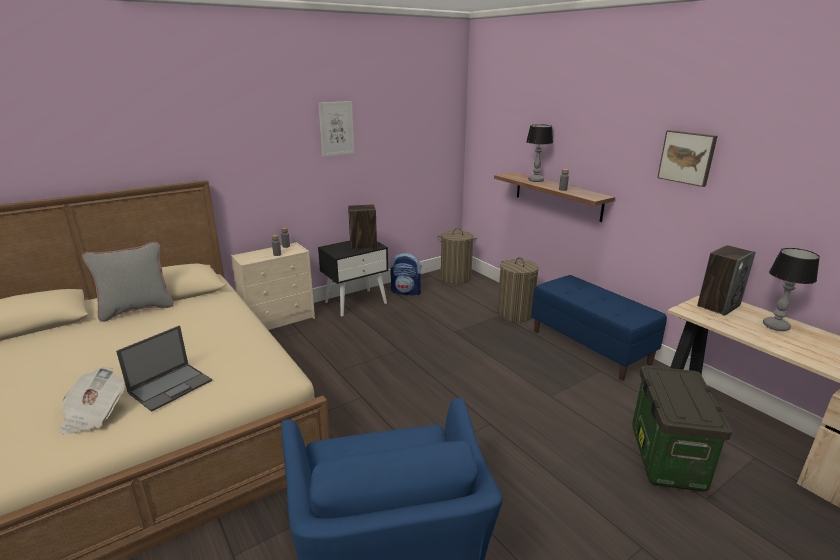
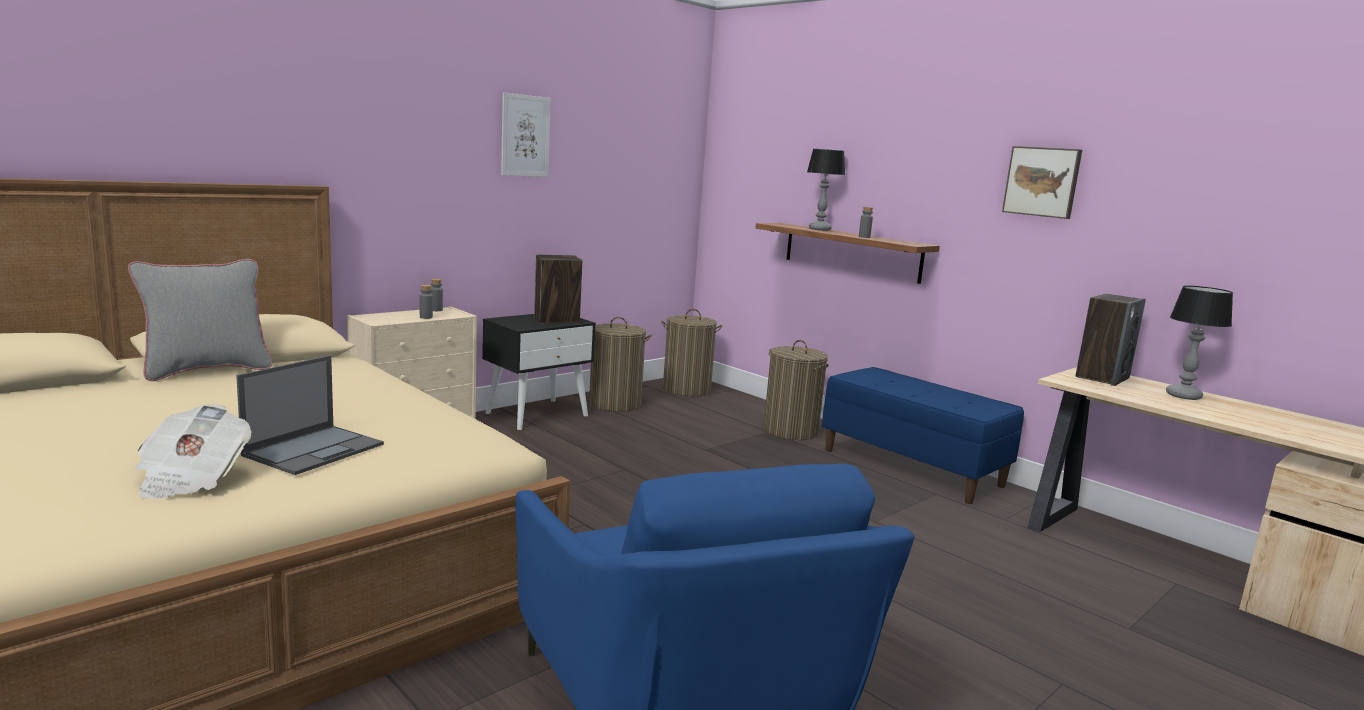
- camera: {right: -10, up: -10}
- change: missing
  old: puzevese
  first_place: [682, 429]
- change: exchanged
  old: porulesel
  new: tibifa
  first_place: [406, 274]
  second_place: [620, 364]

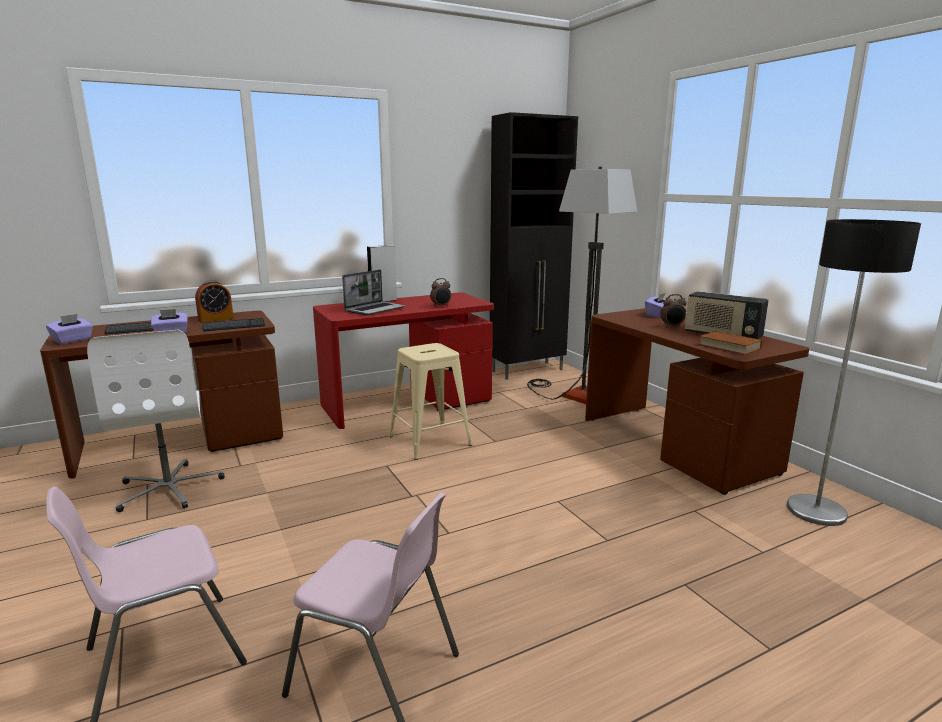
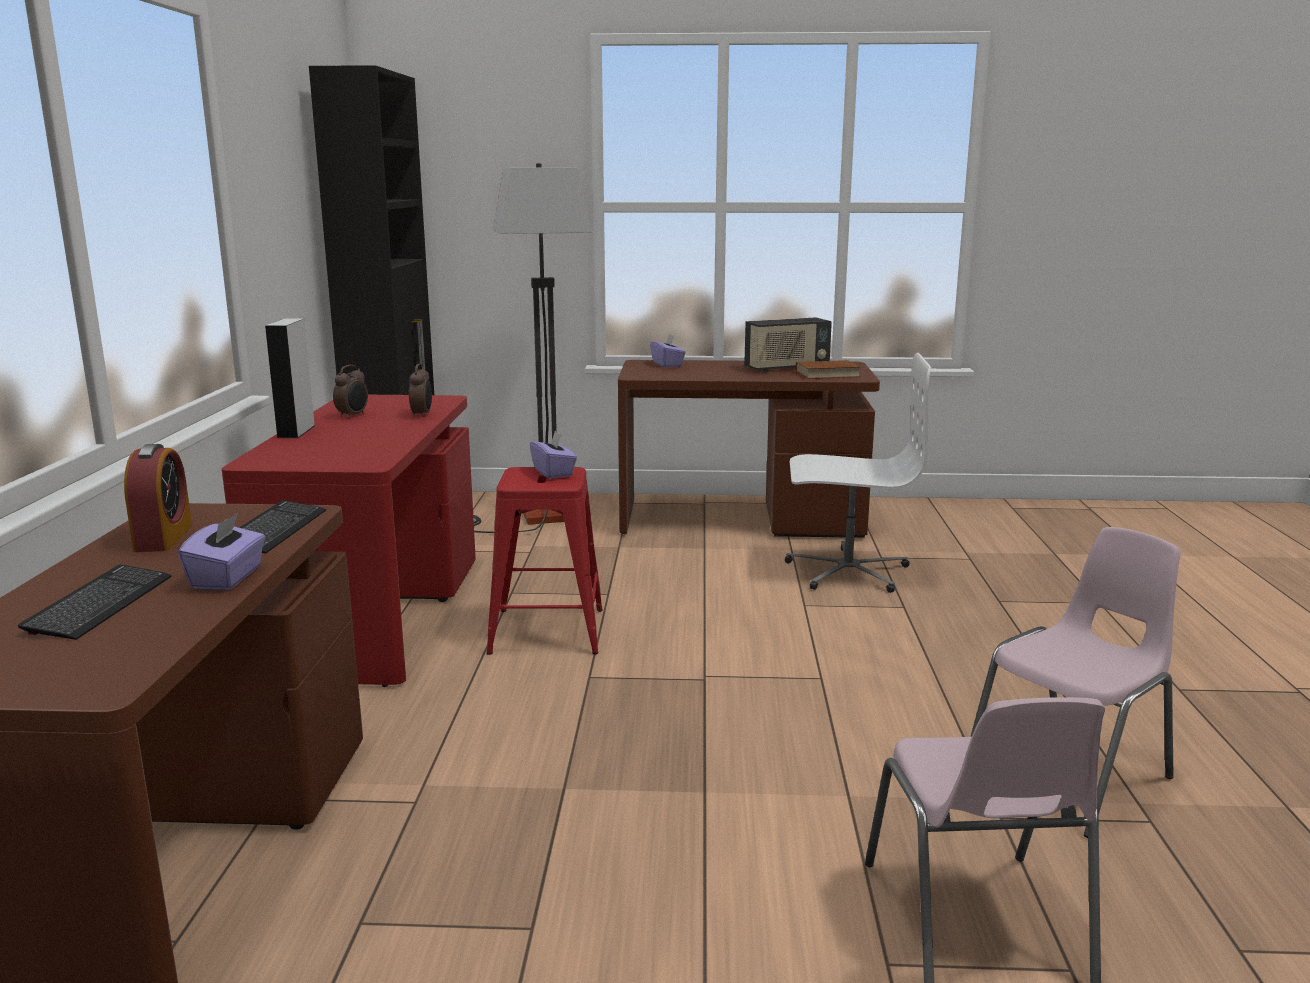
- camera: {right: -60, up: 0}
- change: missing
  old: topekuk
  first_place: [373, 292]
- change: missing
  old: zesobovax
  first_place: [854, 372]
- change: relocated
  old: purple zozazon
  first_place: [69, 329]
  second_place: [553, 455]
- change: relocated
  old: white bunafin
  first_place: [156, 421]
  second_place: [858, 473]
- change: relocated
  old: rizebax
  first_place: [673, 310]
  second_place: [350, 392]
- change: colour
  old: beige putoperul
  new: red putoperul
  first_place: [430, 401]
  second_place: [544, 561]

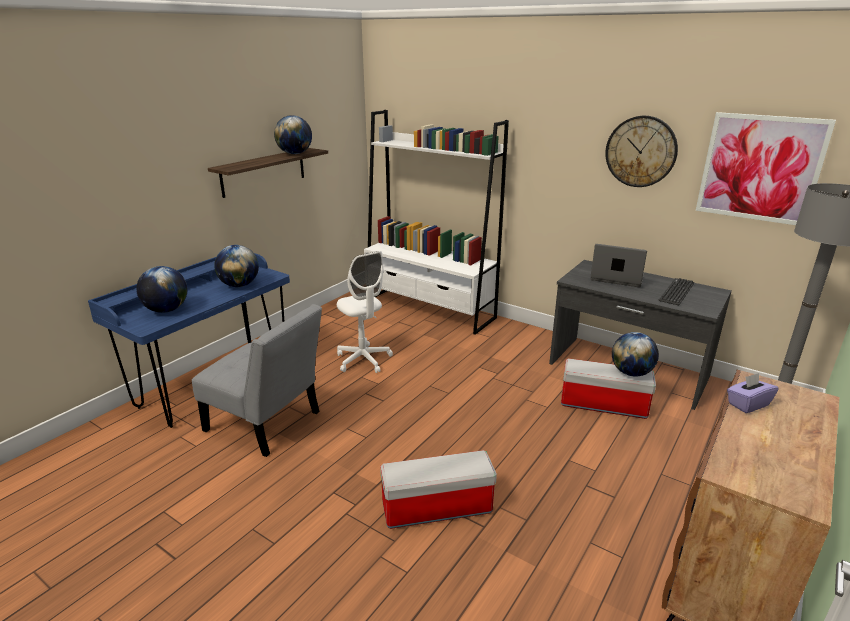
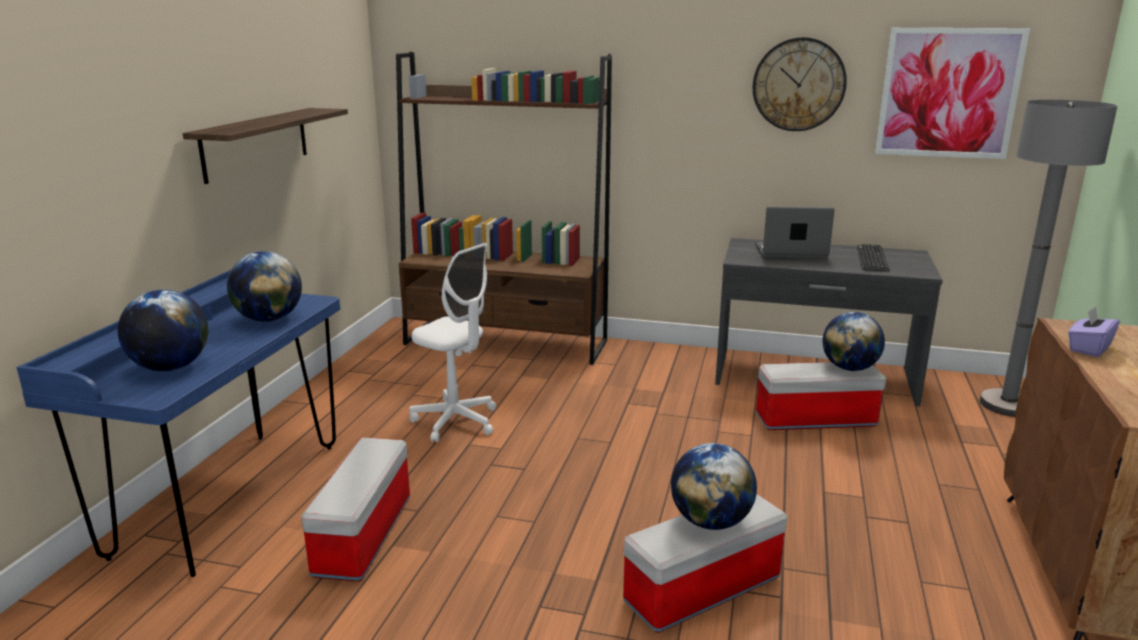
- camera: {right: -20, up: -5}
- change: relocated
  old: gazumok
  first_place: [293, 134]
  second_place: [714, 486]
- change: exchanged
  old: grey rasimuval
  new: puzevese
  first_place: [257, 380]
  second_place: [355, 509]
- change: colour
  old: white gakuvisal
  new: brown gakuvisal
  first_place: [436, 222]
  second_place: [504, 208]

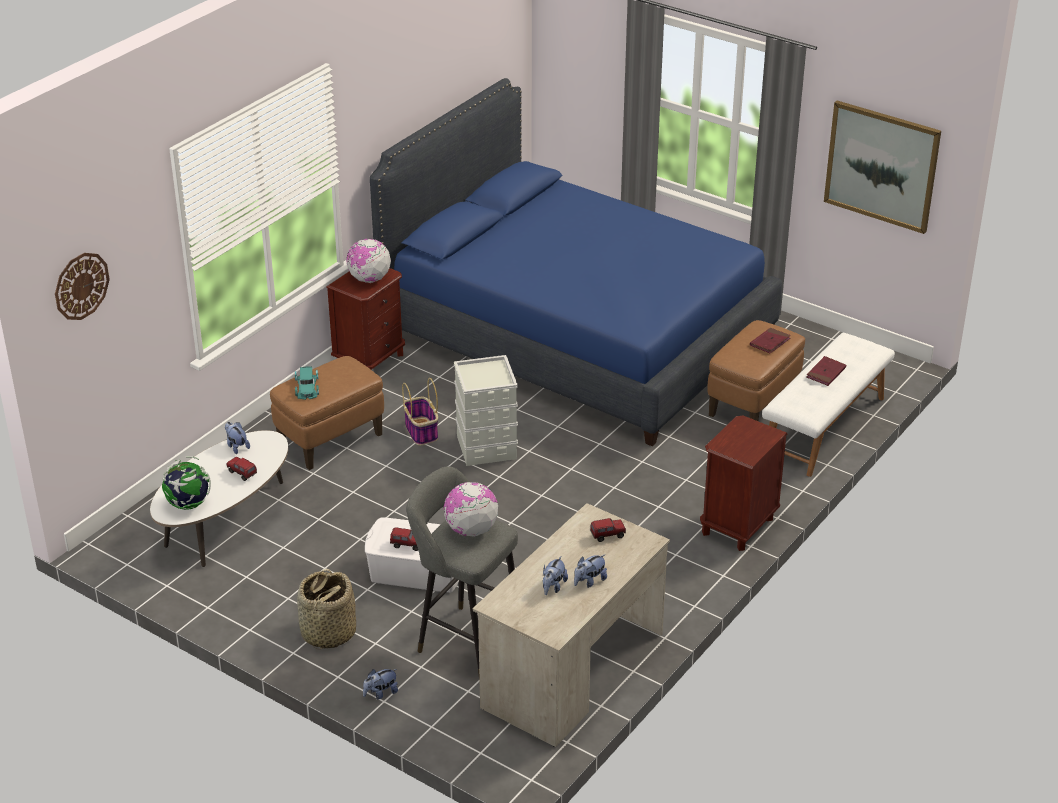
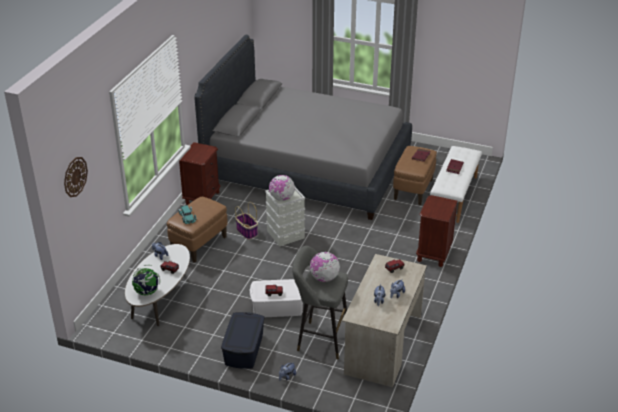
- camera: {right: -15, up: 0}
- change: missing
  old: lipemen
  first_place: [882, 167]
- change: relocated
  old: gazumok
  first_place: [369, 261]
  second_place: [282, 188]
- change: exchanged
  old: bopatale
  new: blue puzevese
  first_place: [326, 609]
  second_place: [243, 340]
- change: colour
  old: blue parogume
  new: grey parogume
  first_place: [576, 262]
  second_place: [303, 127]

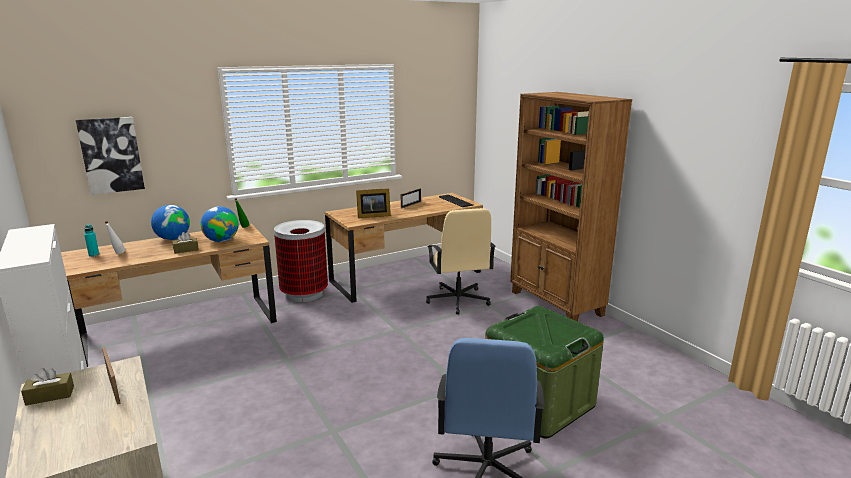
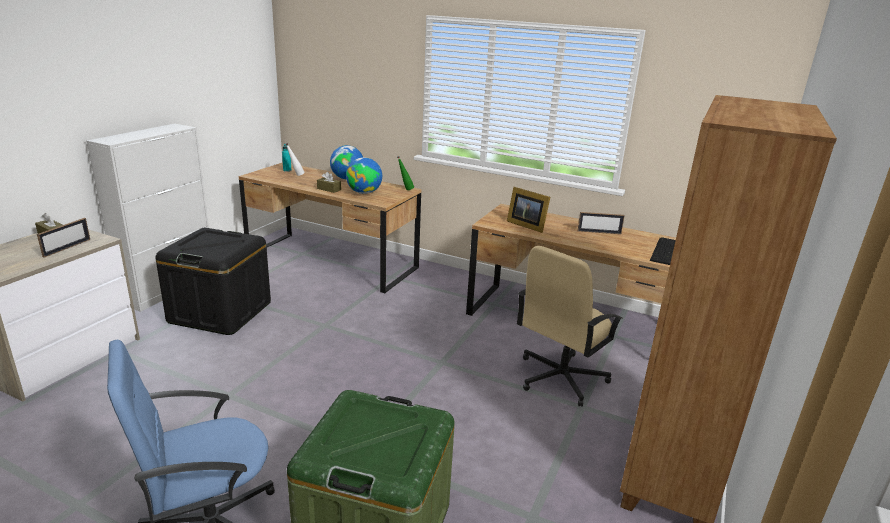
- camera: {right: 55, up: 5}
- change: missing
  old: lipemen
  first_place: [110, 156]
- change: missing
  old: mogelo
  first_place: [301, 261]
- change: appeared
  new: black puzevese
  second_place: [213, 281]

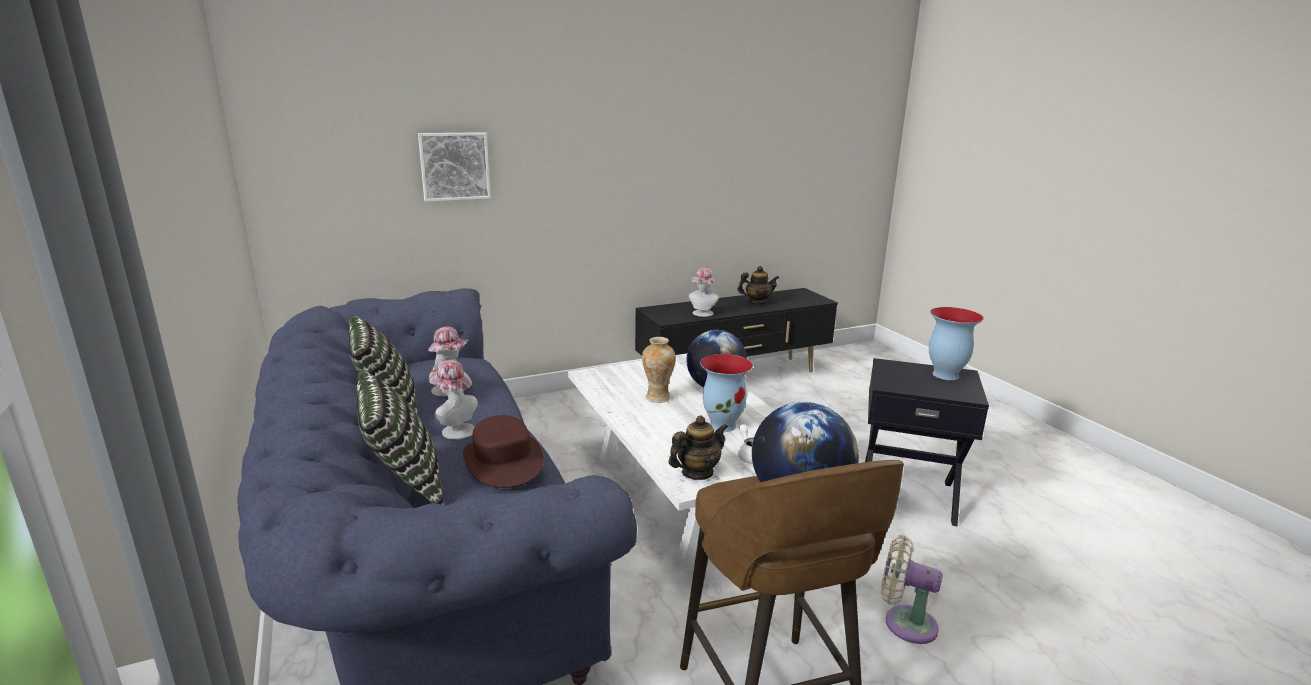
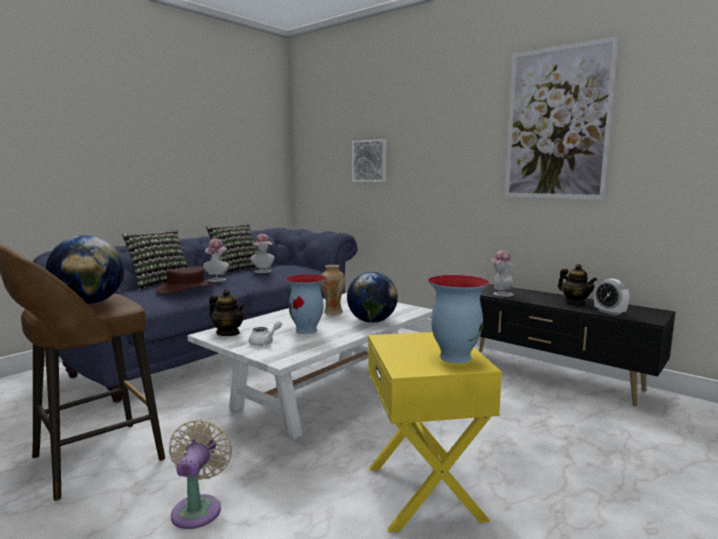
- camera: {right: 65, up: -10}
- change: appeared
  new: lipemen
  second_place: [562, 118]
- change: appeared
  new: rizebax
  second_place: [611, 297]
- change: colour
  old: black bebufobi
  new: yellow bebufobi
  first_place: [927, 442]
  second_place: [435, 432]

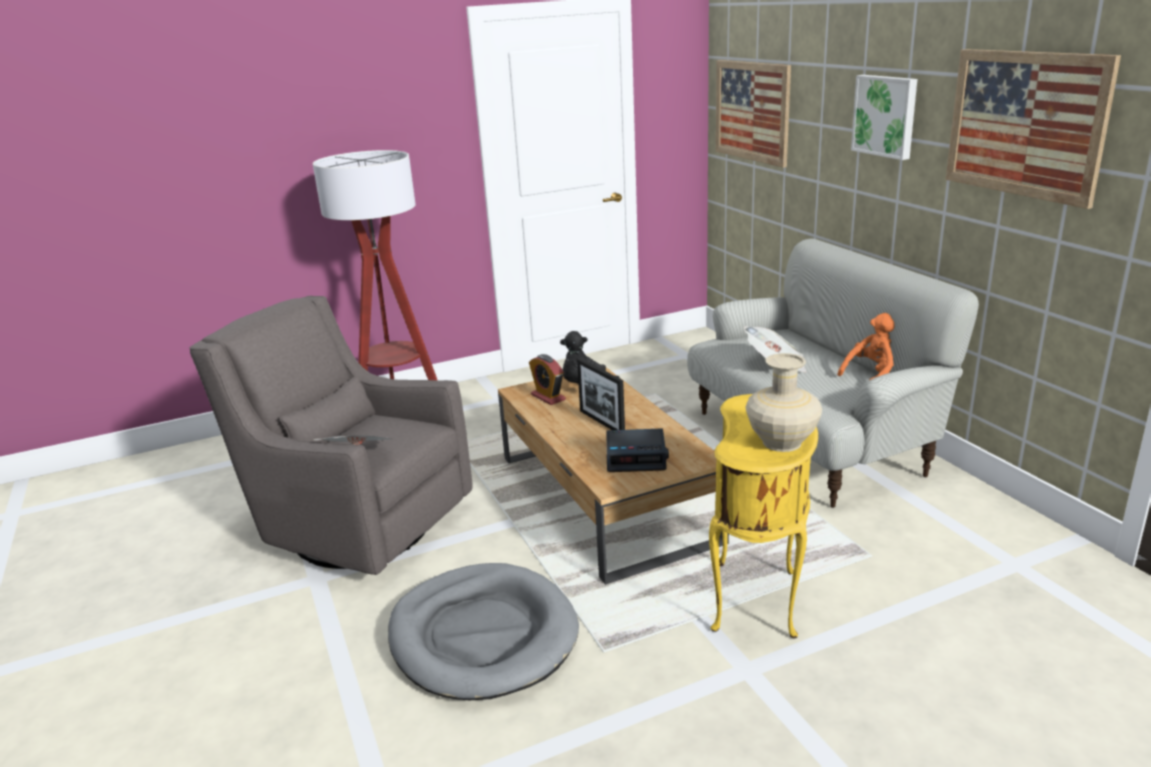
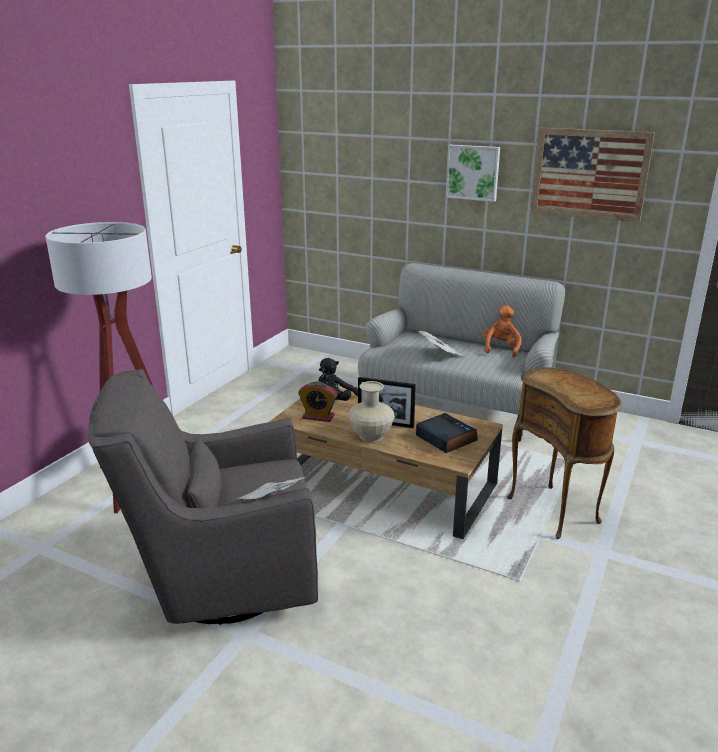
- camera: {right: -40, up: 0}
- change: missing
  old: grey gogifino
  first_place: [483, 631]
- change: missing
  old: lipemen
  first_place: [753, 114]
- change: relocated
  old: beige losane
  first_place: [783, 402]
  second_place: [371, 411]
- change: colour
  old: yellow bebufobi
  new: brown bebufobi
  first_place: [763, 516]
  second_place: [564, 453]
- change: spun
  old: rizebax
  first_place: [637, 450]
  second_place: [447, 433]
  degrees: -90

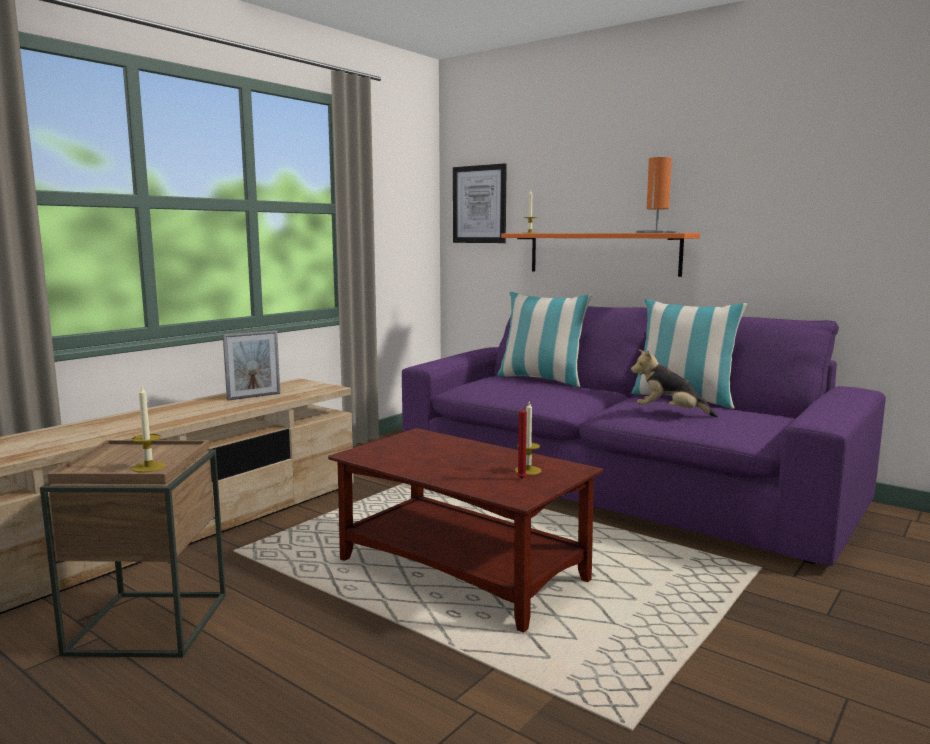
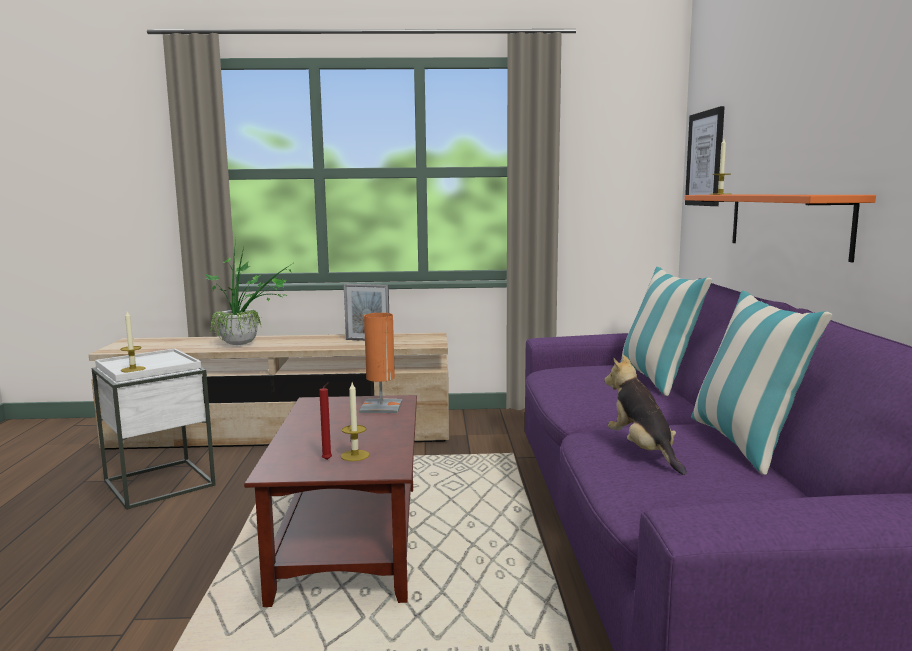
- camera: {right: 50, up: 0}
- change: appeared
  new: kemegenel
  second_place: [248, 292]
- change: relocated
  old: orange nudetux
  first_place: [656, 195]
  second_place: [380, 363]
- change: colour
  old: brown bebufobi
  new: white bebufobi
  first_place: [133, 549]
  second_place: [154, 429]

